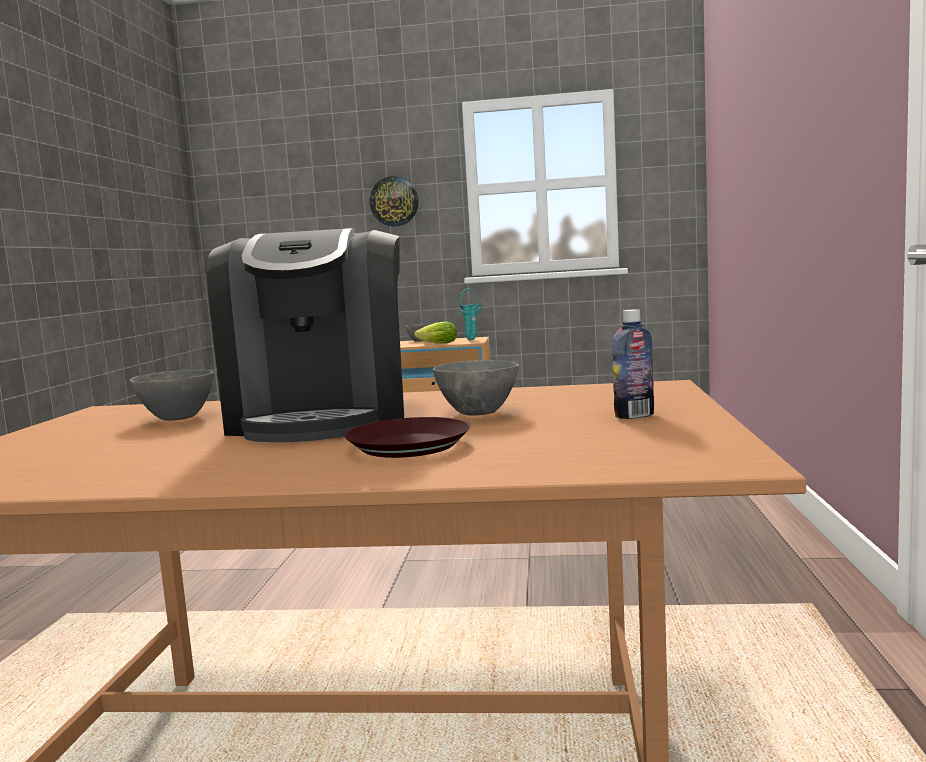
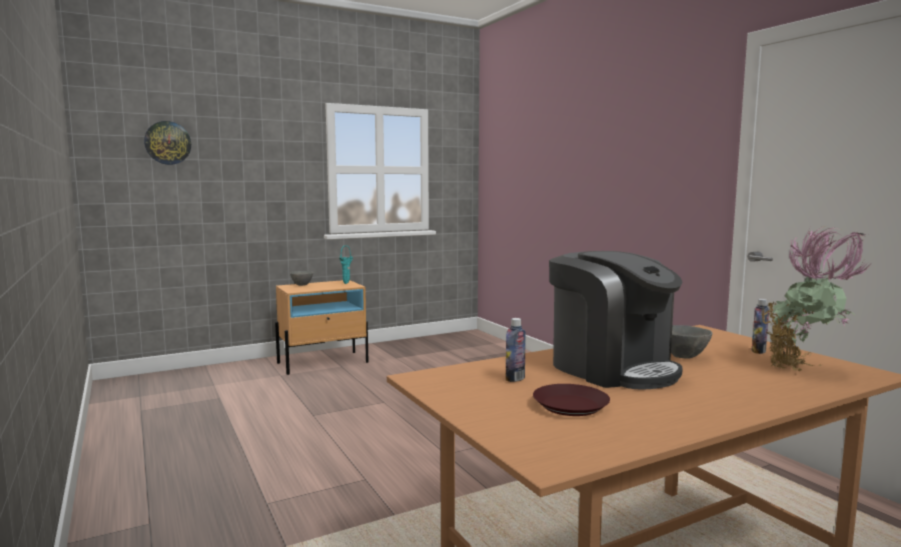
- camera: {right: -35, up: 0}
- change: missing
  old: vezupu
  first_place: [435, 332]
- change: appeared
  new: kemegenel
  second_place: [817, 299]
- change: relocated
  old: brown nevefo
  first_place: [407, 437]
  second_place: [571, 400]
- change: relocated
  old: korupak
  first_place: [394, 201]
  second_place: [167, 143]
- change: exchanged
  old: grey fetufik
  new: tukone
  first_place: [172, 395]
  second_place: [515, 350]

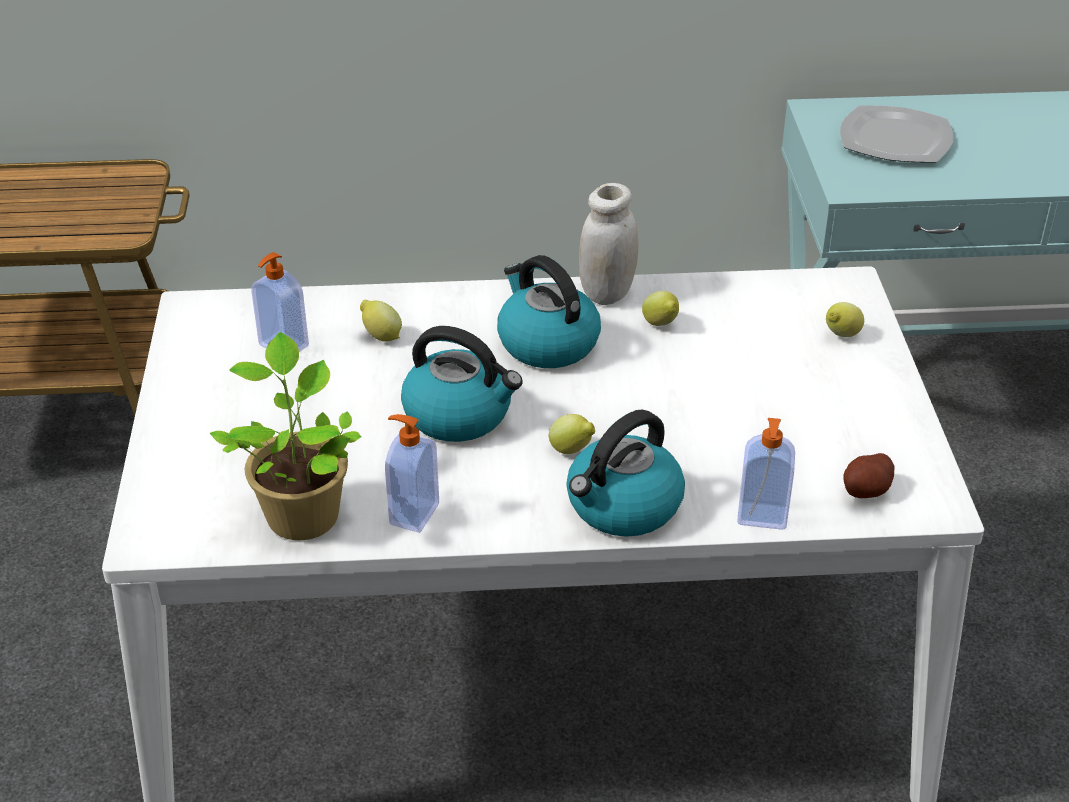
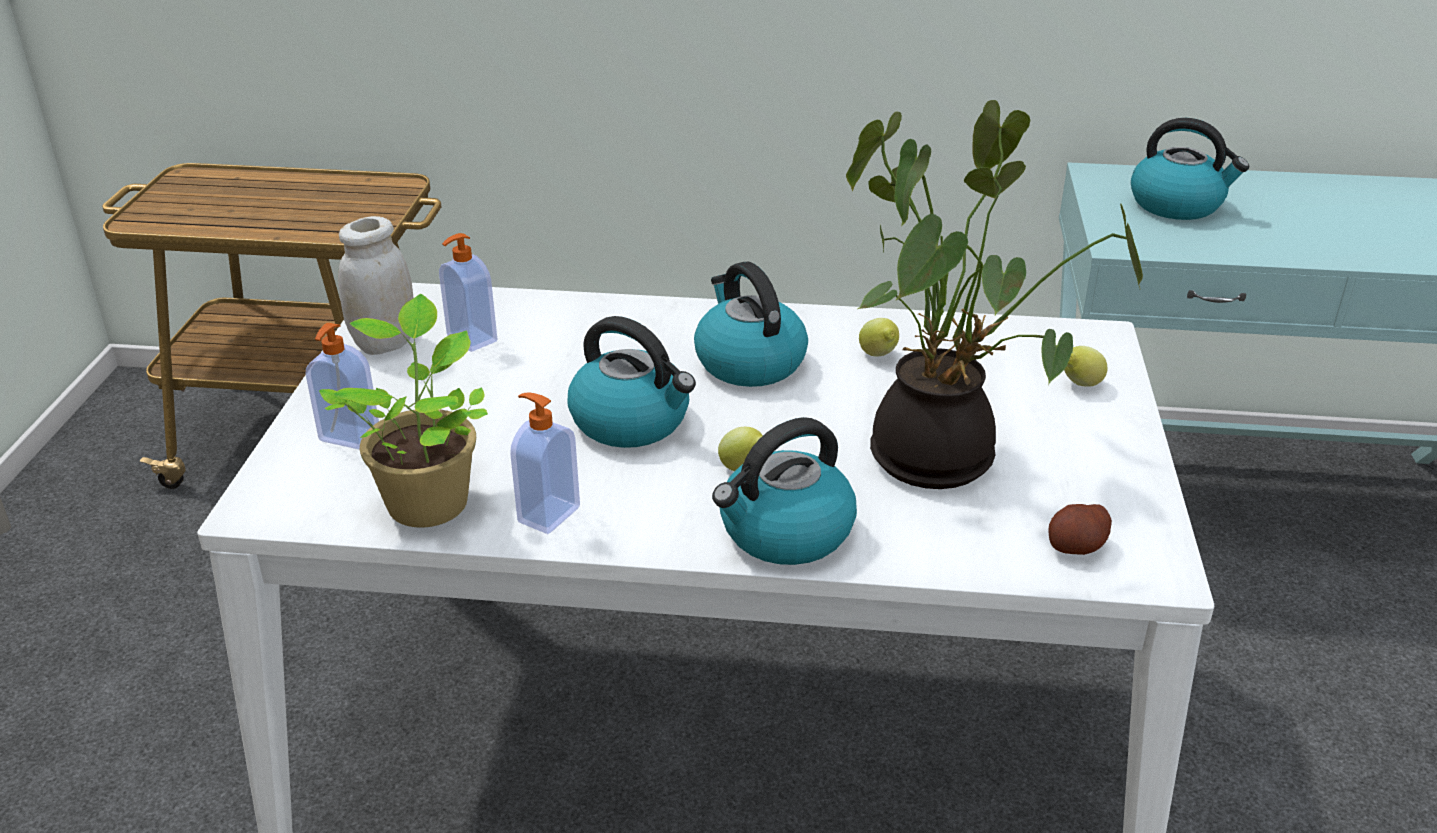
- camera: {right: 10, up: -5}
- change: missing
  old: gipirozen
  first_place: [381, 321]
- change: appeared
  new: kemegenel
  second_place: [994, 294]
- change: relocated
  old: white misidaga
  first_place: [608, 244]
  second_place: [375, 285]
- change: relocated
  old: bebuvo
  first_place: [766, 474]
  second_place: [342, 386]
- change: exchanged
  old: nevefo
  new: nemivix
  first_place: [897, 134]
  second_place: [1190, 169]

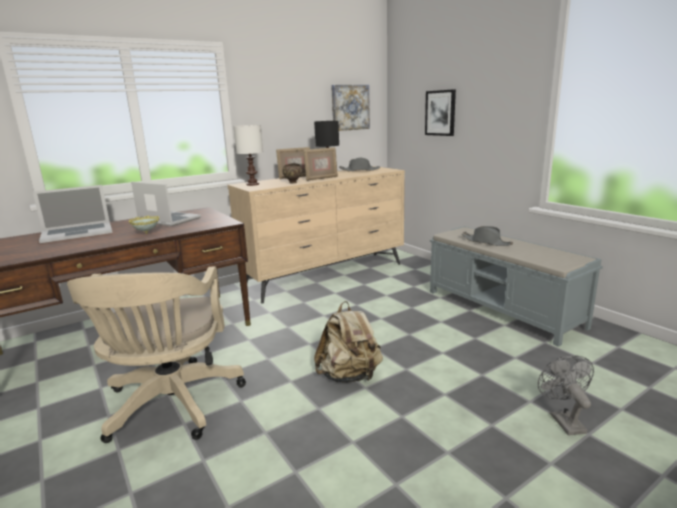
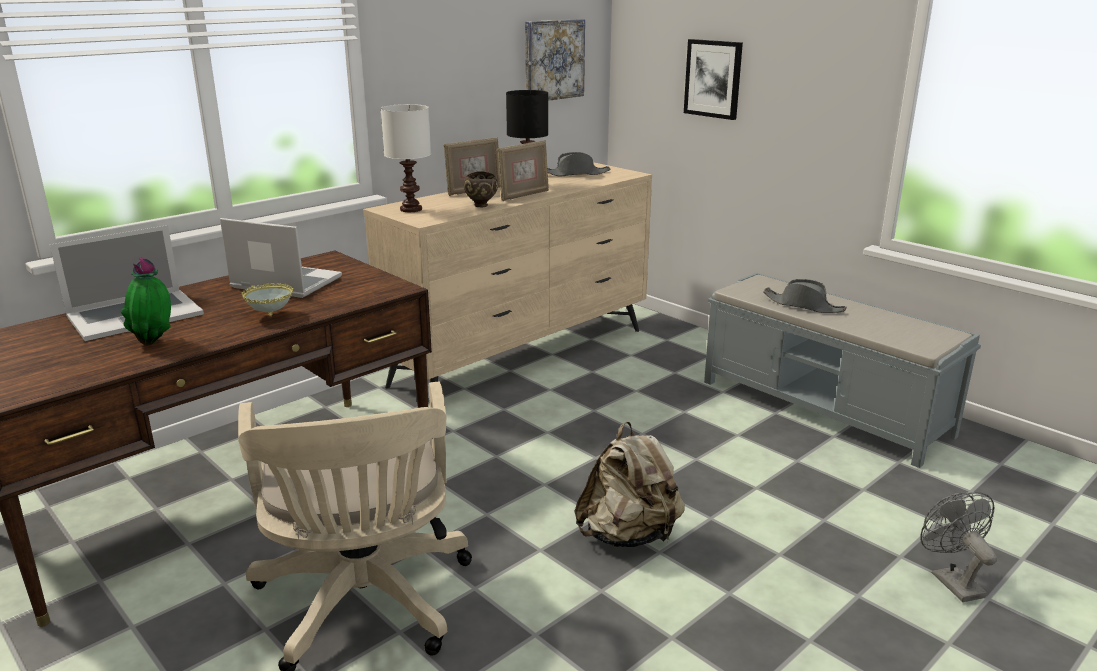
- camera: {right: -10, up: 5}
- change: appeared
  new: kemegenel
  second_place: [146, 301]

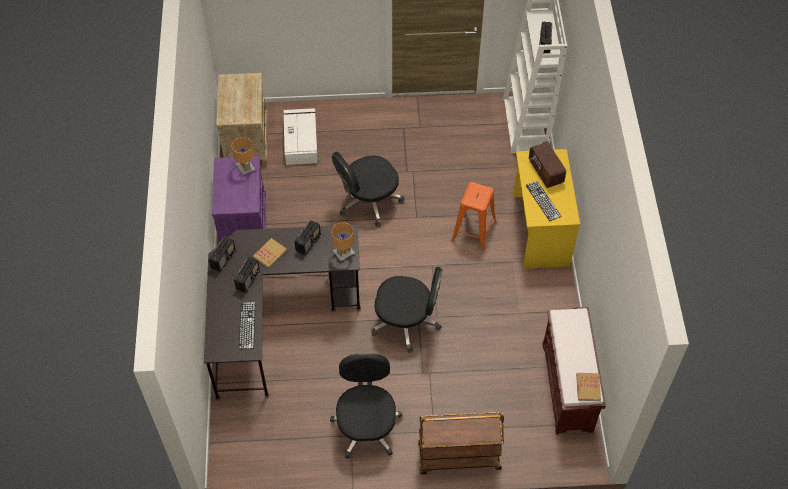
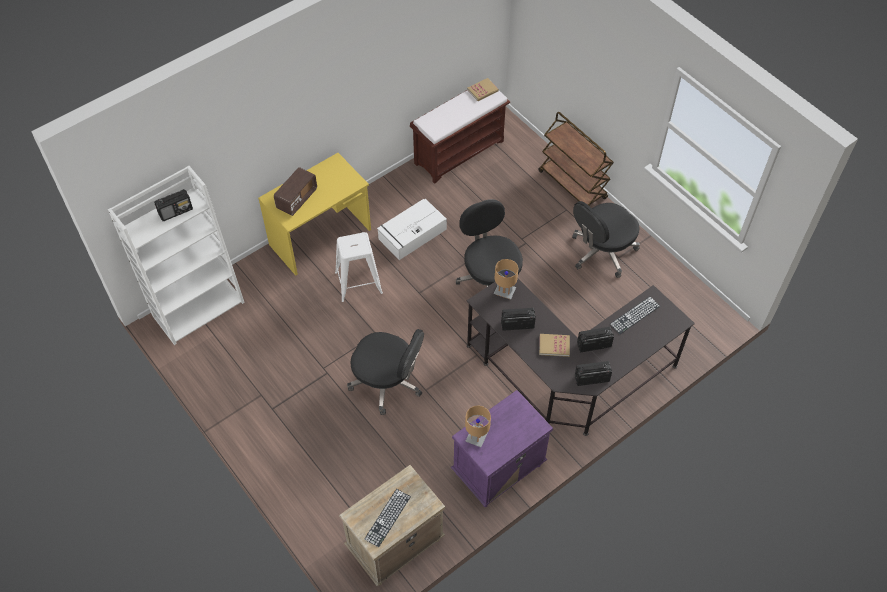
- camera: {right: -125, up: 0}
- change: relocated
  old: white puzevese
  first_place: [300, 136]
  second_place: [412, 229]
- change: relocated
  old: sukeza
  first_place: [544, 201]
  second_place: [387, 518]
- change: colour
  old: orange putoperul
  new: white putoperul
  first_place: [473, 217]
  second_place: [359, 267]

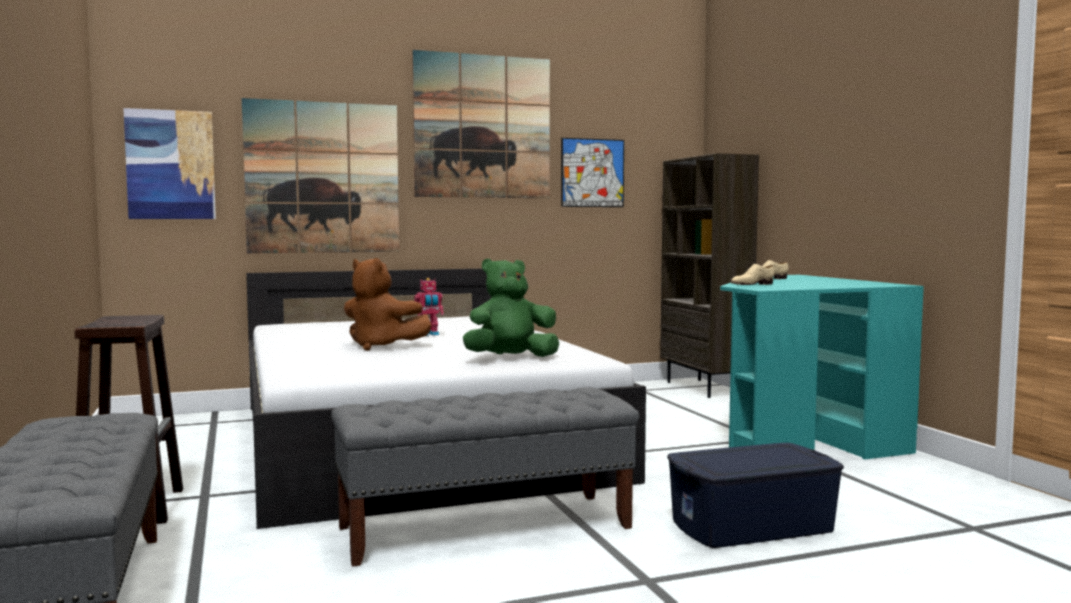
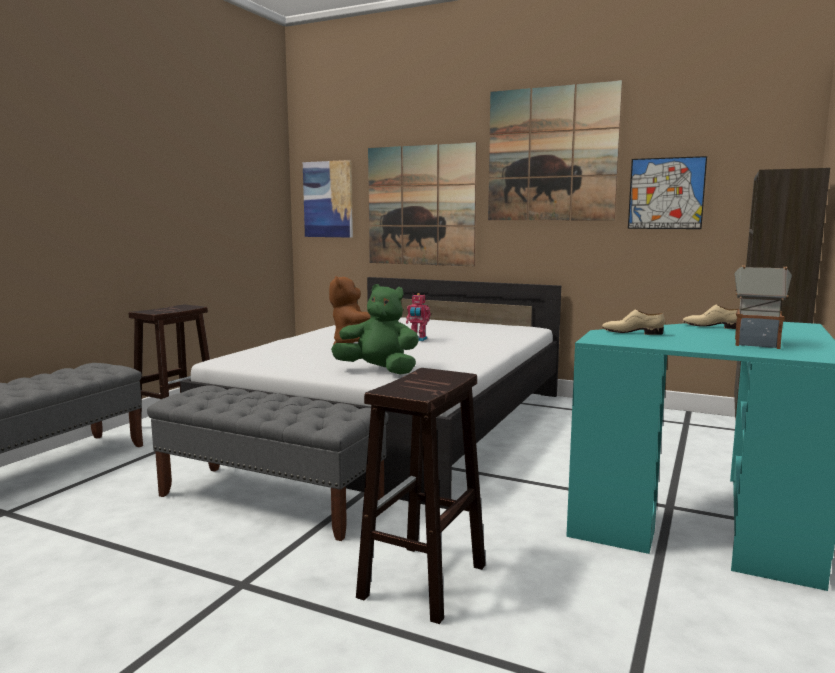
- camera: {right: 45, up: 5}
- change: appeared
  new: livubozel
  second_place: [763, 307]
- change: exchanged
  old: blue puzevese
  new: brown putoperul
  first_place: [755, 495]
  second_place: [421, 496]

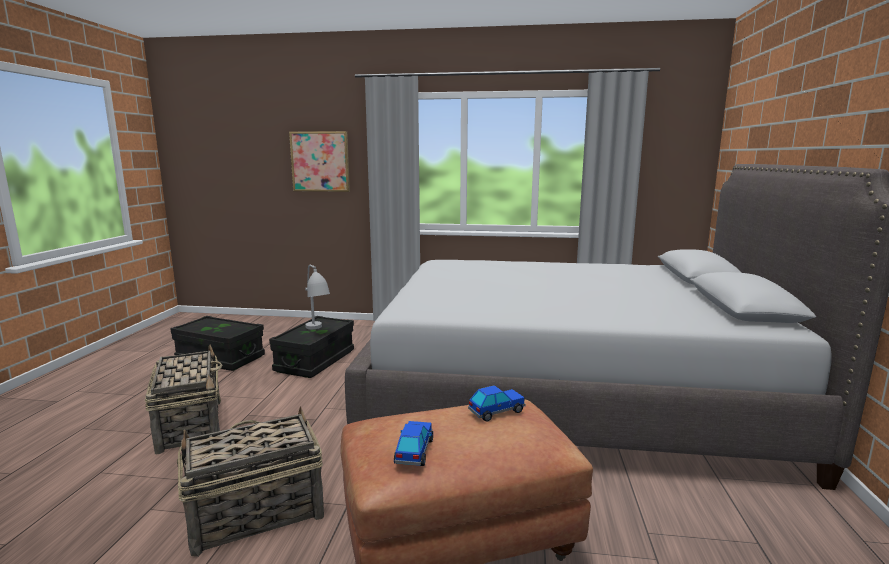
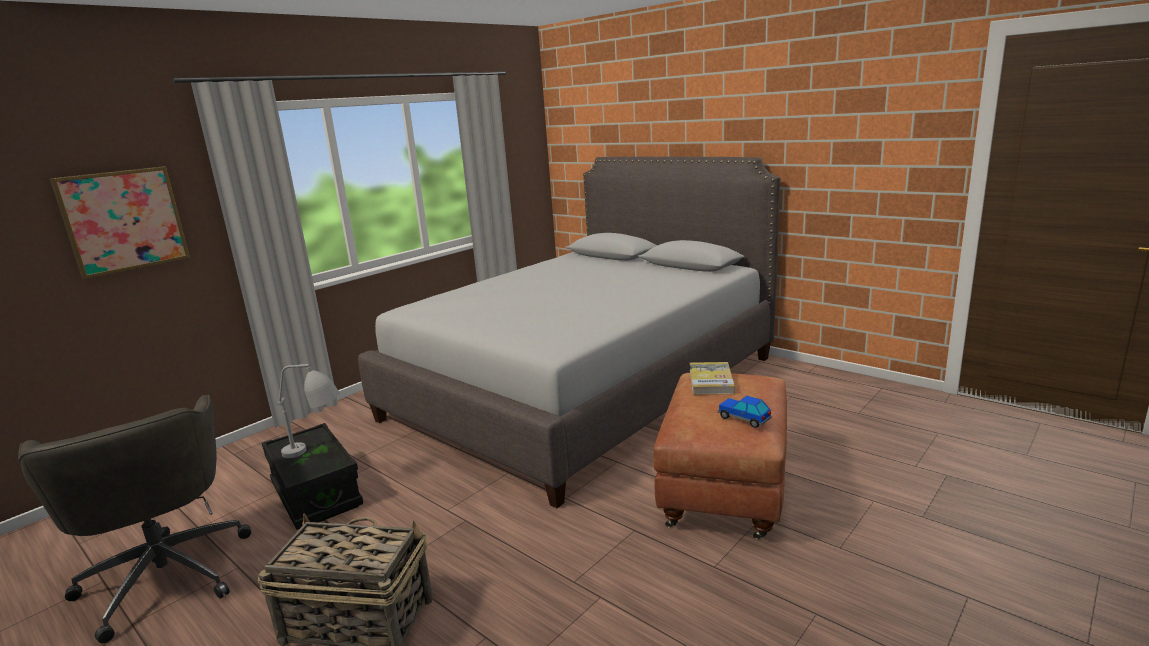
- camera: {right: -55, up: 5}
- change: missing
  old: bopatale
  first_place: [250, 481]
- change: exchanged
  old: black puzevese
  new: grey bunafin
  first_place: [217, 343]
  second_place: [134, 519]
- change: exchanged
  old: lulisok
  new: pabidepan
  first_place: [497, 403]
  second_place: [712, 378]

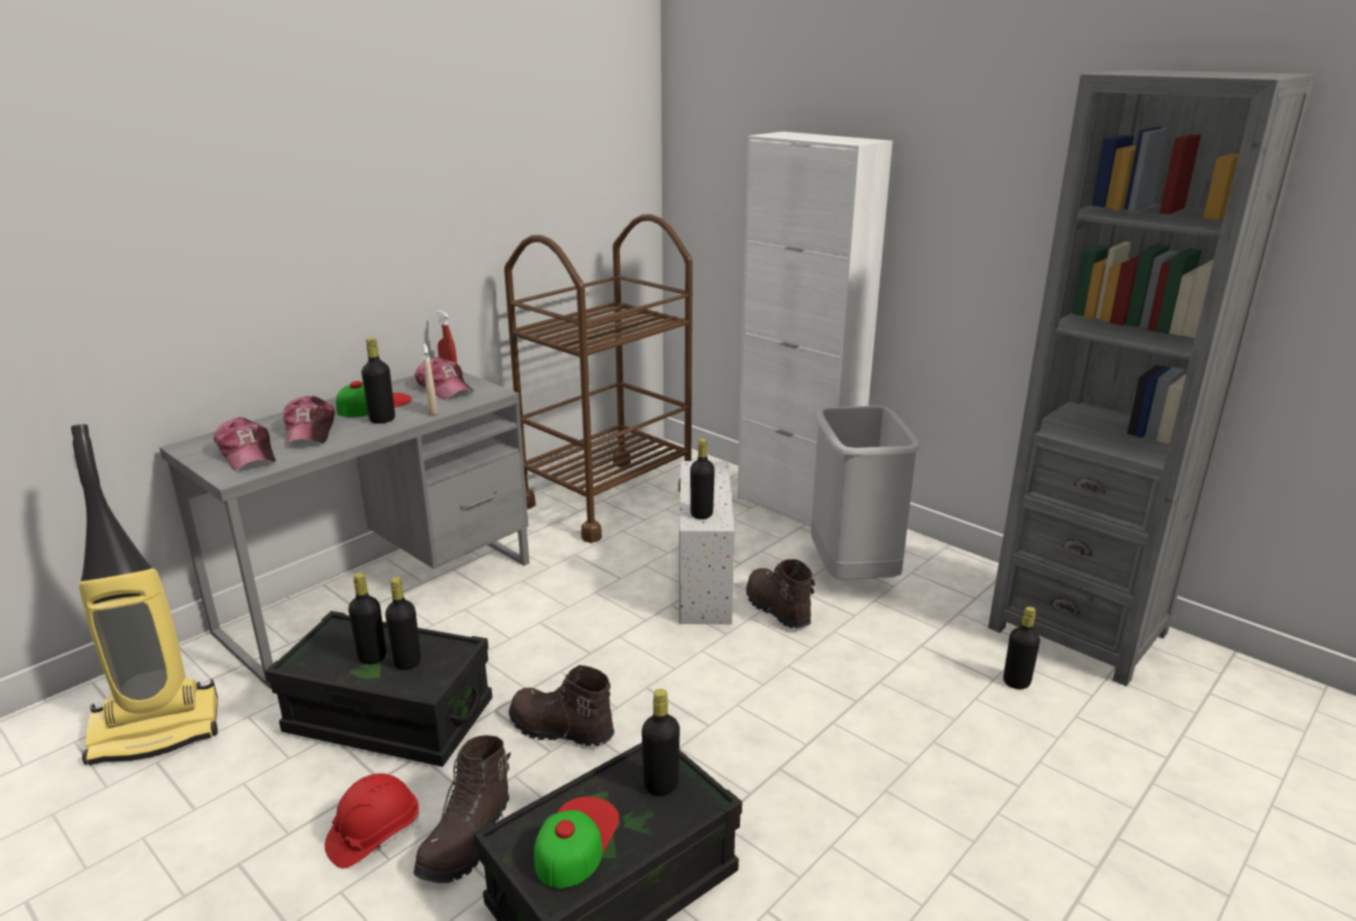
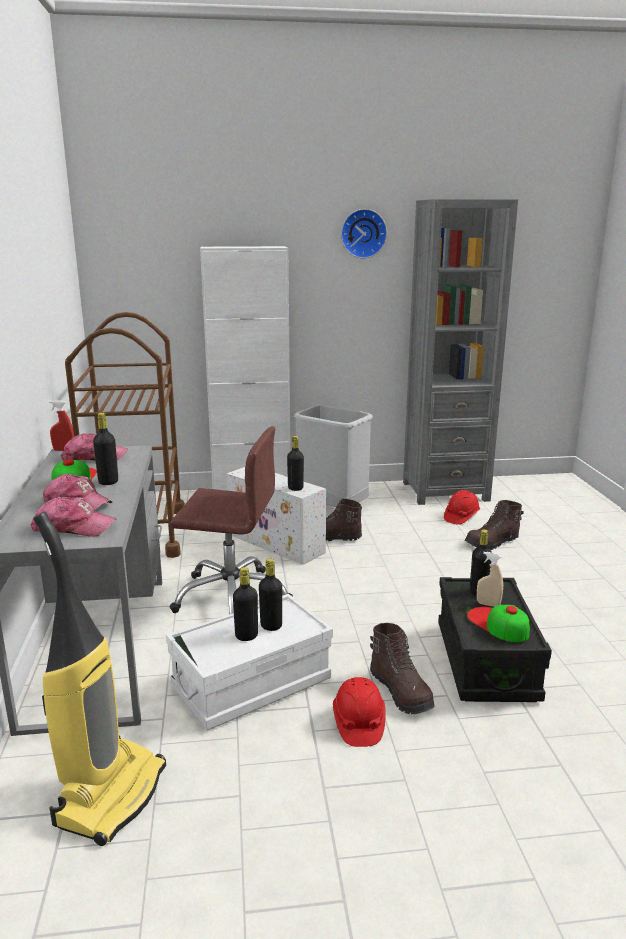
- camera: {right: -50, up: -5}
- change: appeared
  new: brown bunafin
  second_place: [231, 520]
- change: appeared
  new: korupak
  second_place: [364, 233]
- change: relocated
  old: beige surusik
  first_place: [430, 379]
  second_place: [490, 579]
- change: relocated
  old: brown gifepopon
  first_place: [561, 705]
  second_place: [494, 525]
- change: exchanged
  old: black tukone
  new: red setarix
  first_place: [1021, 648]
  second_place: [462, 507]
- change: colour
  old: black puzevese
  new: white puzevese
  first_place: [378, 689]
  second_place: [249, 662]

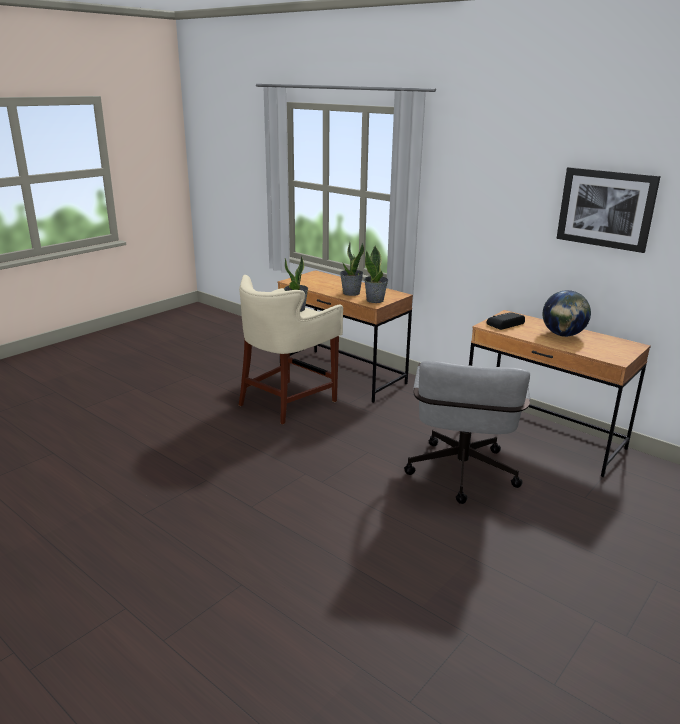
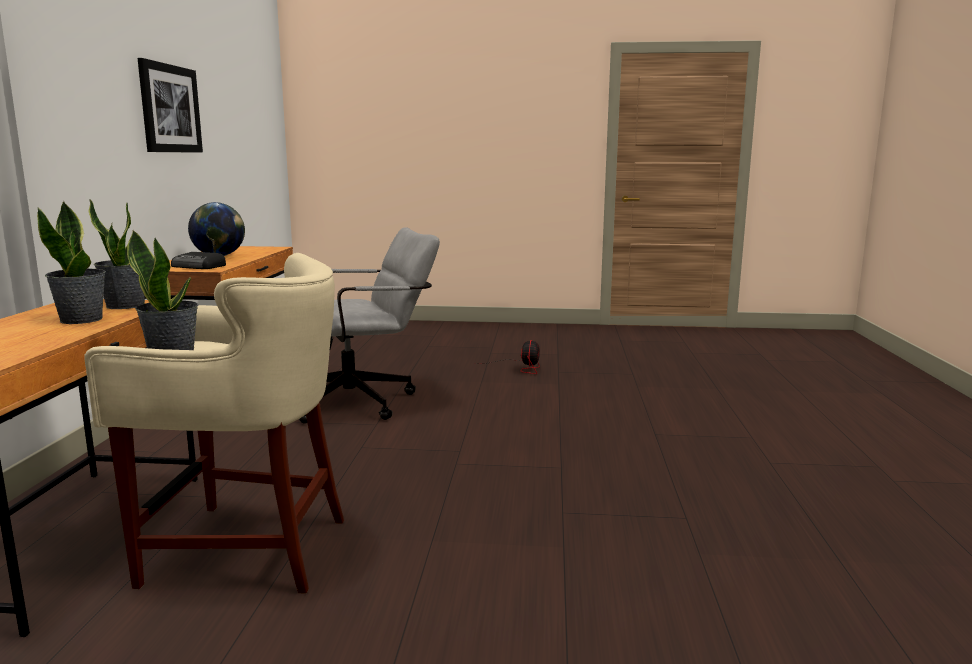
- camera: {right: -125, up: -10}
- change: appeared
  new: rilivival
  second_place: [507, 357]

